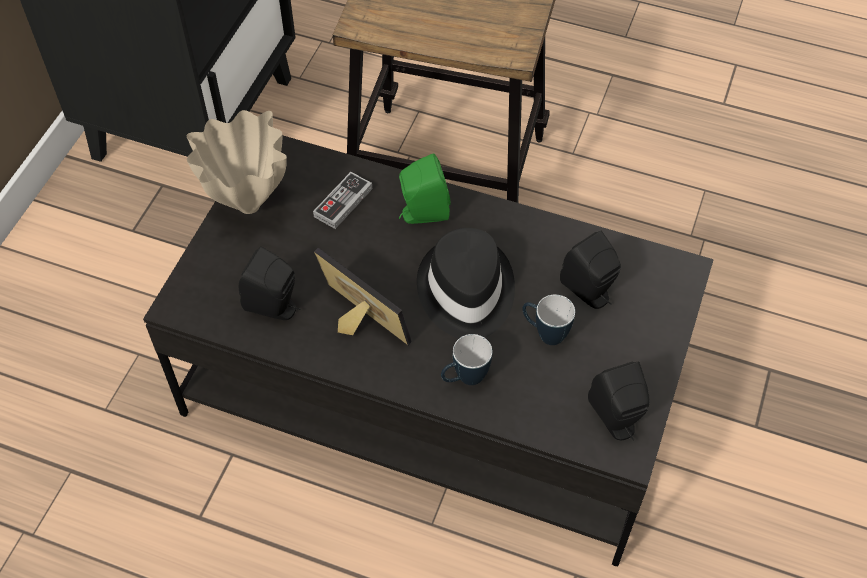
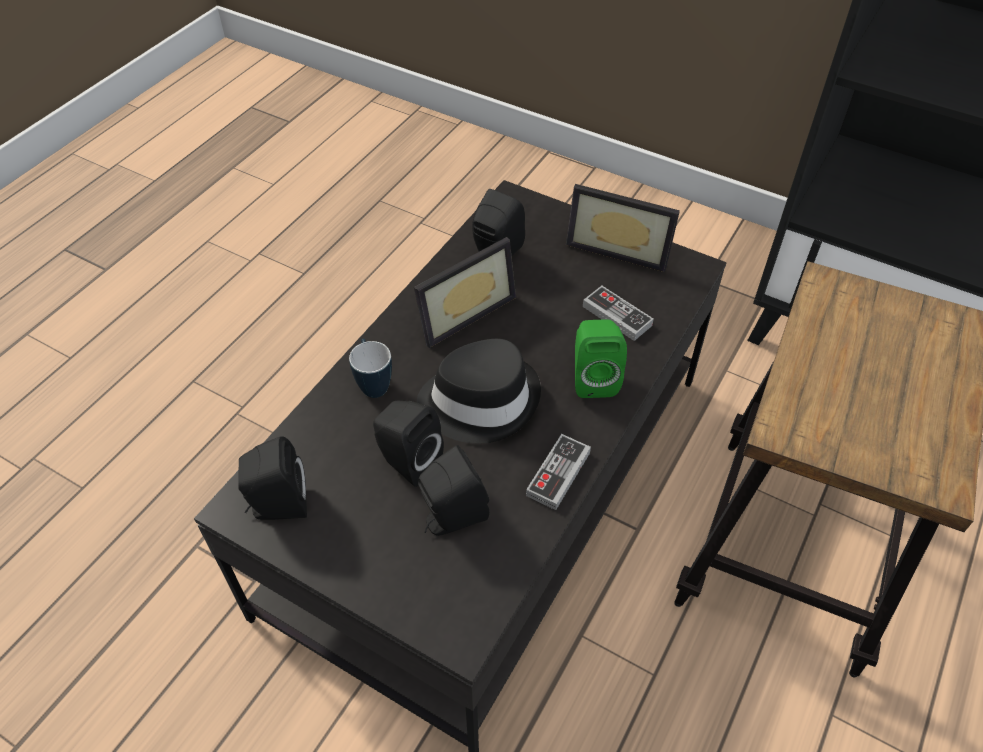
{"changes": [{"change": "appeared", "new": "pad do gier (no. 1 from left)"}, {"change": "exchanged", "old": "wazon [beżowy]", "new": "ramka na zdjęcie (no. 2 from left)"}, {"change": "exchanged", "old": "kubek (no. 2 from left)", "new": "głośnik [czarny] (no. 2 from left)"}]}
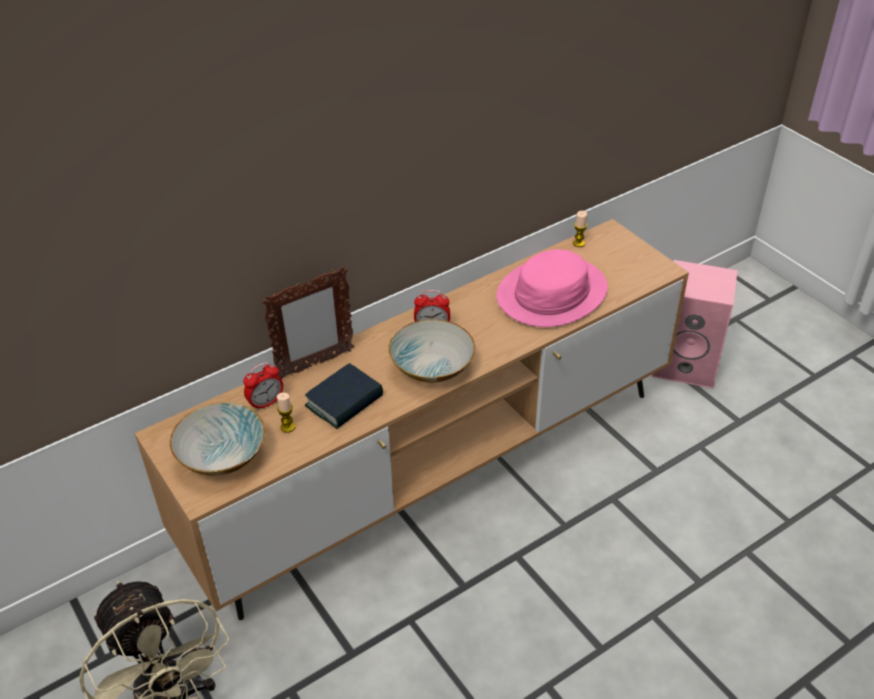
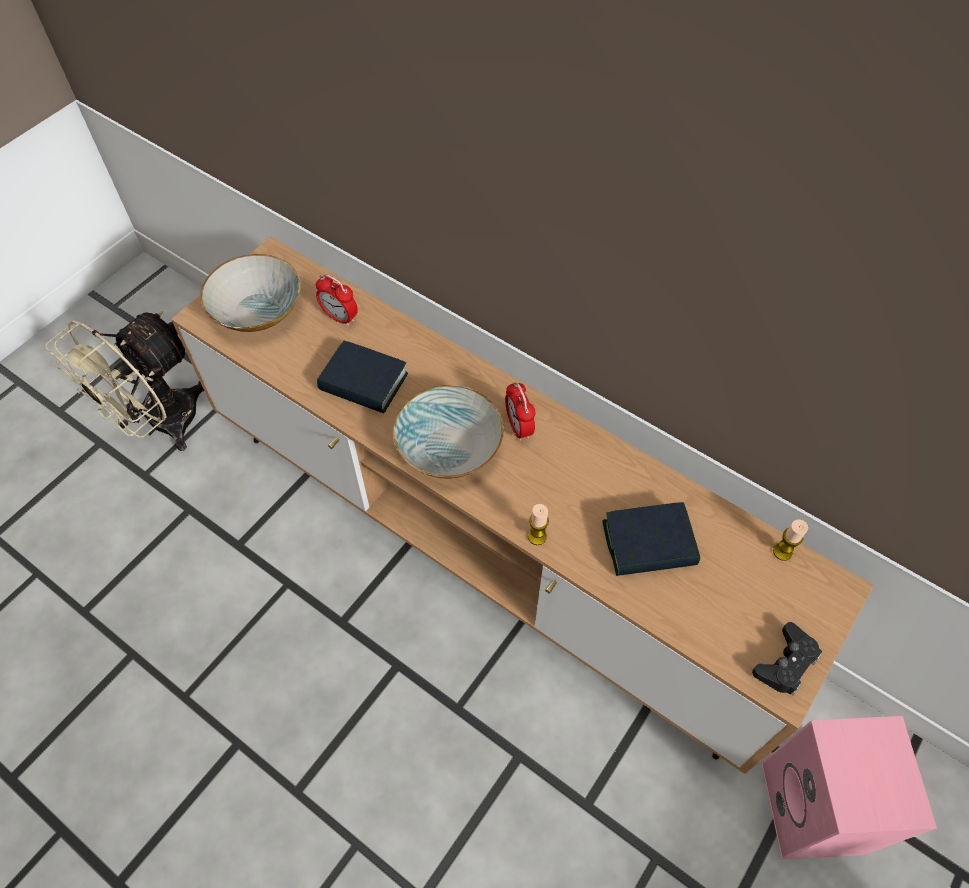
{"changes": [{"change": "missing", "old": "ramka na zdjęcie"}, {"change": "appeared", "new": "pad do gier [czarny]"}, {"change": "relocated", "old": "świeca (no. 1 from left)"}, {"change": "exchanged", "old": "kapelusz [różowy]", "new": "książka (no. 2 from left)"}]}
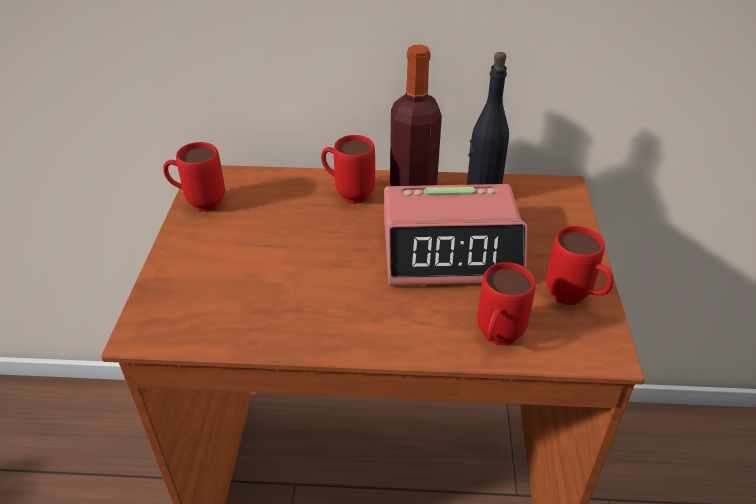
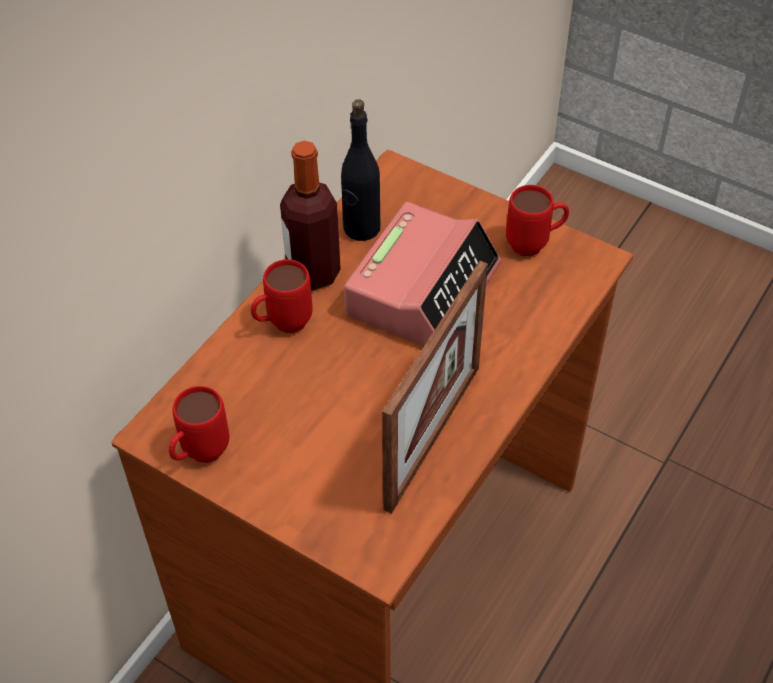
{"changes": [{"change": "missing", "old": "kubek [czerwony] (no. 3 from left)"}, {"change": "appeared", "new": "ramka na zdjęcie"}]}
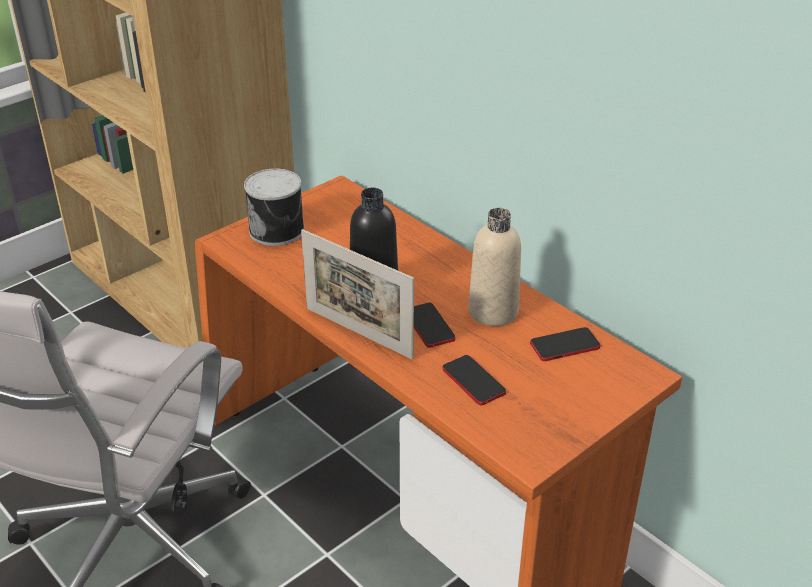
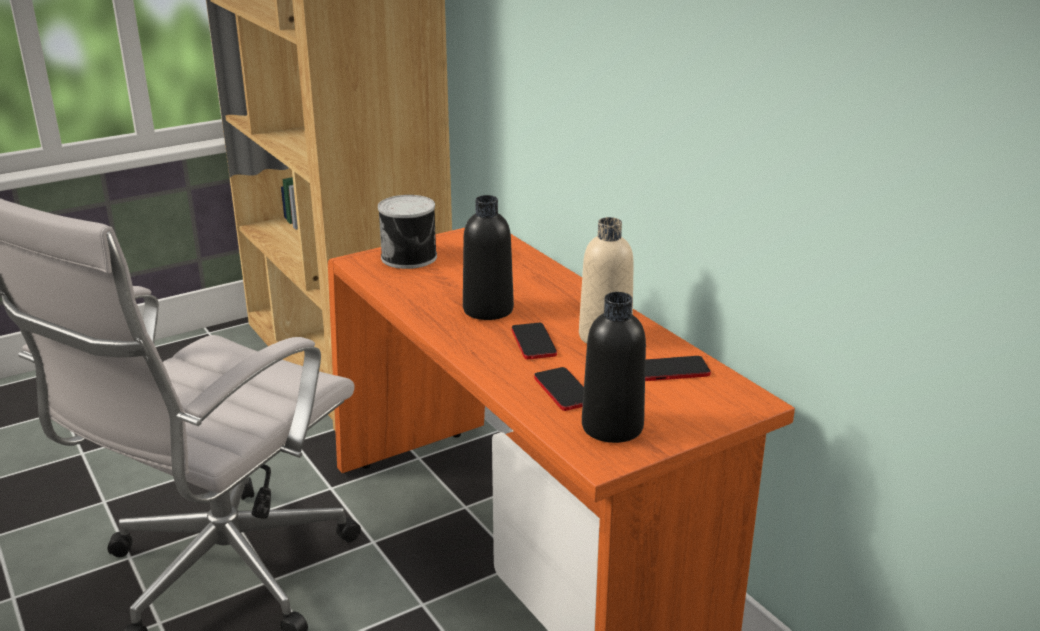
{"changes": [{"change": "missing", "old": "ramka na zdjęcie"}, {"change": "appeared", "new": "butelka [czarny] (no. 2 from left)"}]}
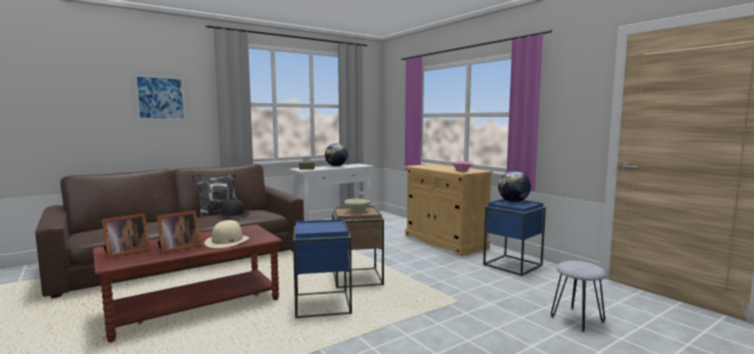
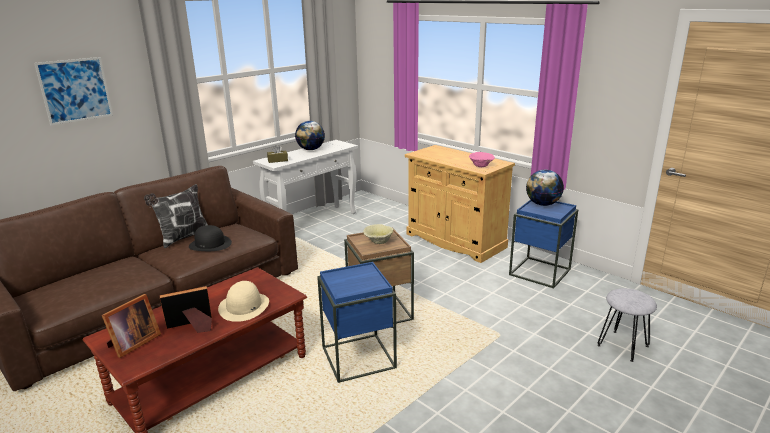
{"changes": [{"change": "spun", "old": "ramka na zdjęcie (no. 2 from left)", "degrees": -150}]}
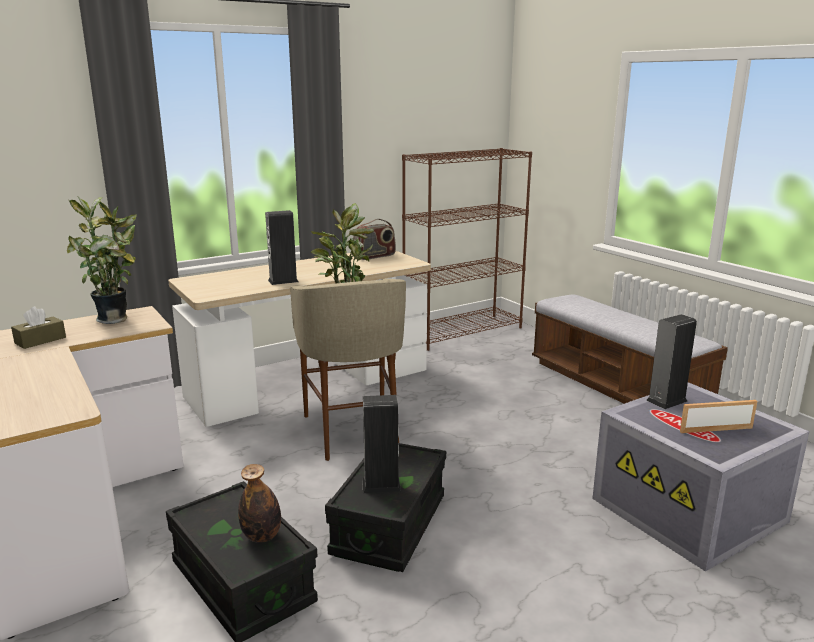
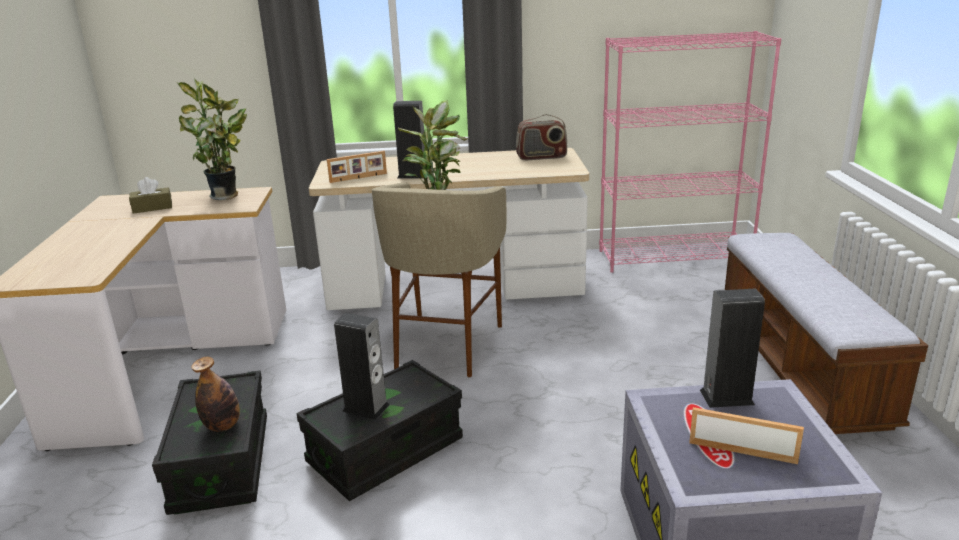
{"changes": [{"change": "appeared", "new": "ramka na zdjęcie (no. 1 from left)"}, {"change": "colour", "old": "regał [brązowy]", "new": "regał [różowy]"}]}
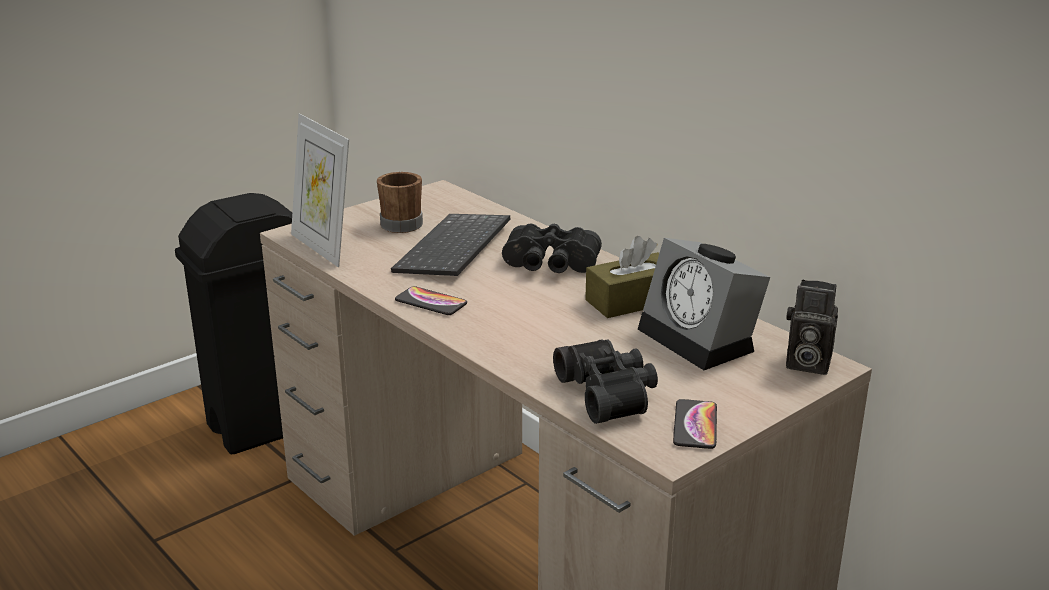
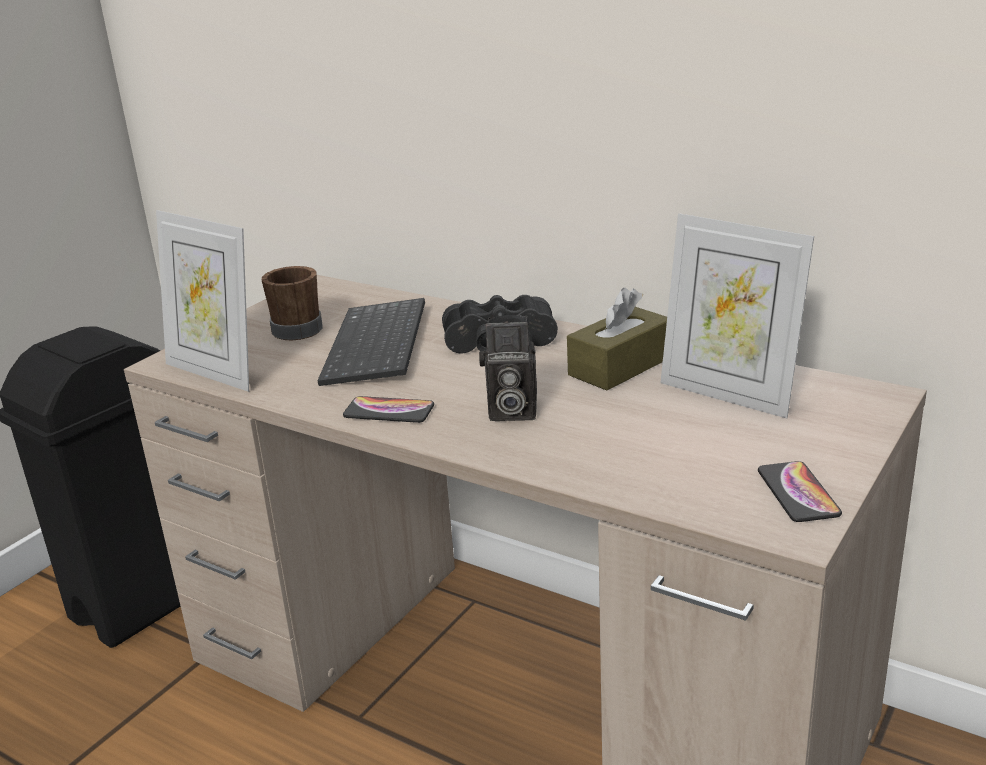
{"changes": [{"change": "missing", "old": "lornetka [czarny] (no. 2 from left)"}, {"change": "relocated", "old": "aparat fotograficzny"}, {"change": "exchanged", "old": "budzik", "new": "ramka na zdjęcie (no. 2 from left)"}]}
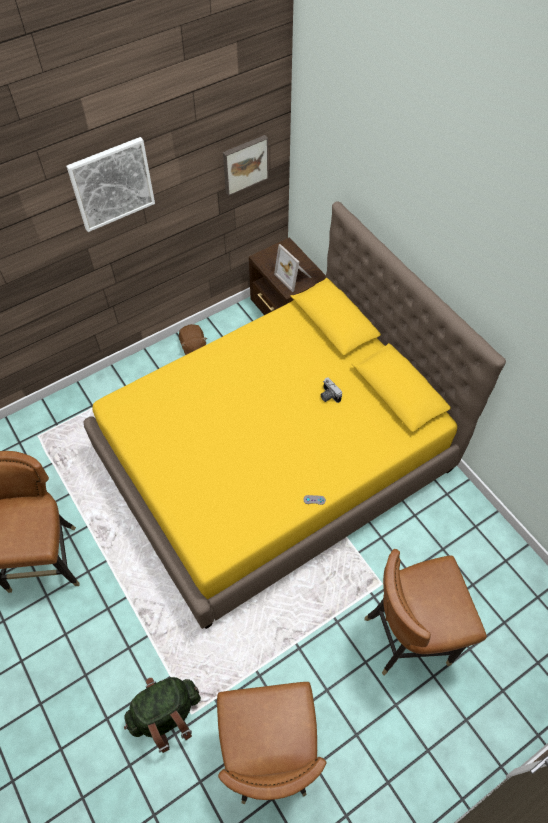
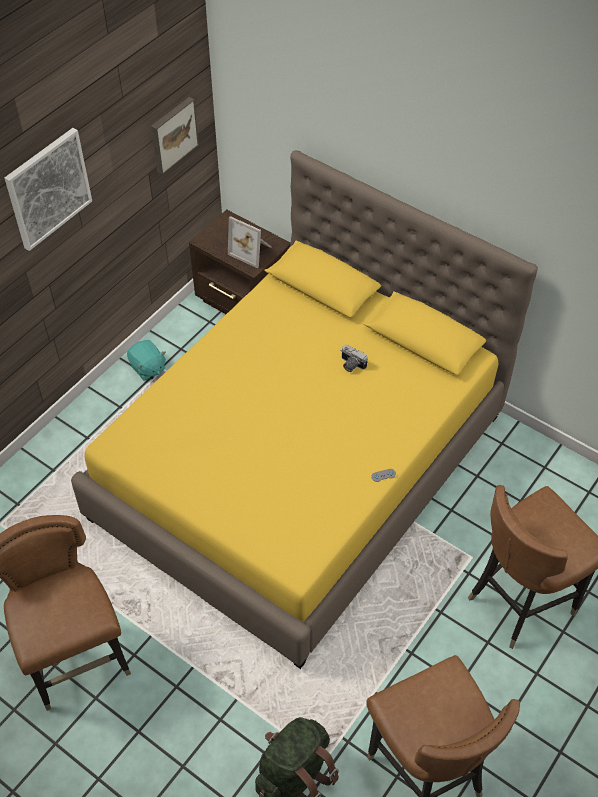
{"changes": [{"change": "colour", "old": "pluszak [brązowy]", "new": "pluszak [turkusowy]"}]}
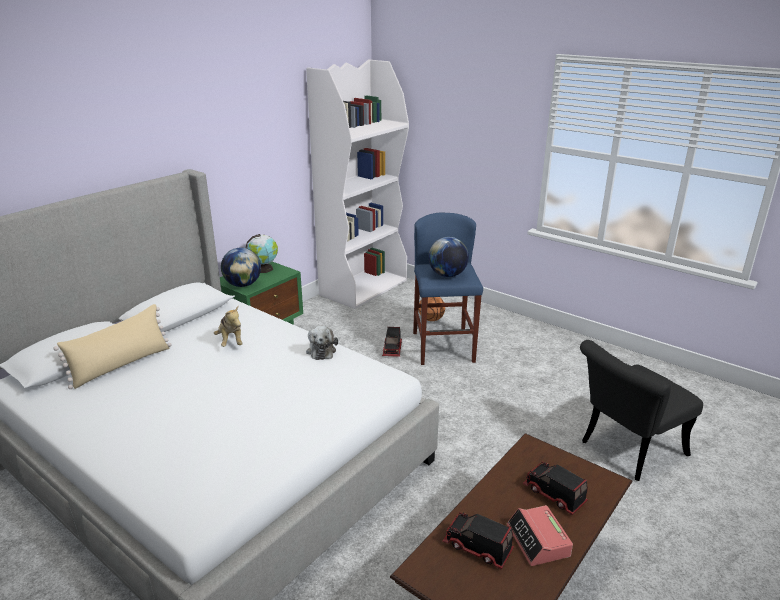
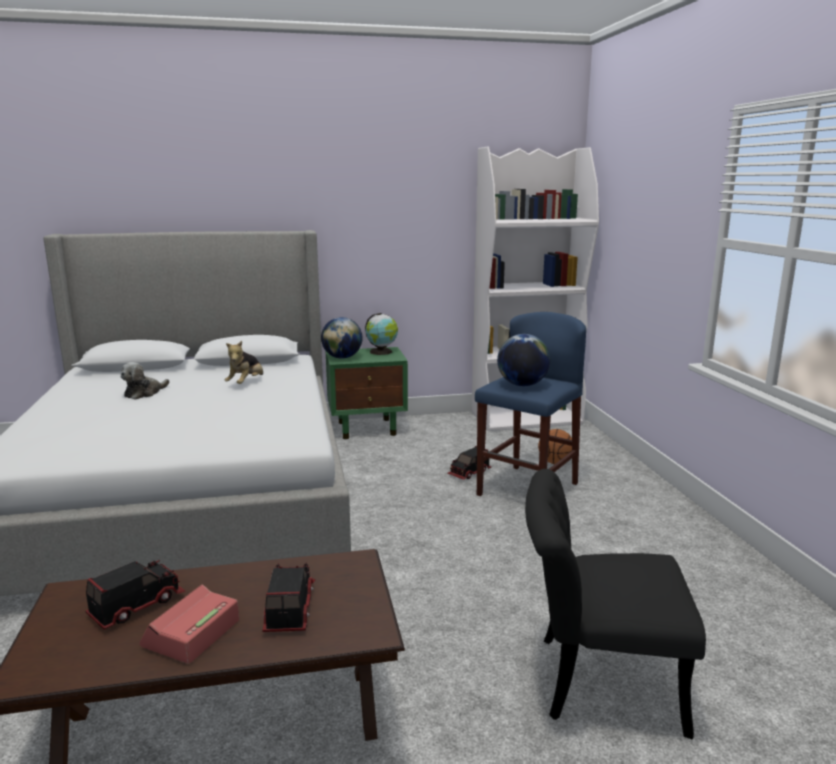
{"changes": [{"change": "missing", "old": "poduszka [beżowy]"}, {"change": "relocated", "old": "pluszak (no. 2 from left in the first image)", "new": "pluszak (no. 1 from left)"}, {"change": "spun", "old": "ciężarówka zabawkowa (no. 2 from left in the first image)", "degrees": 60}]}
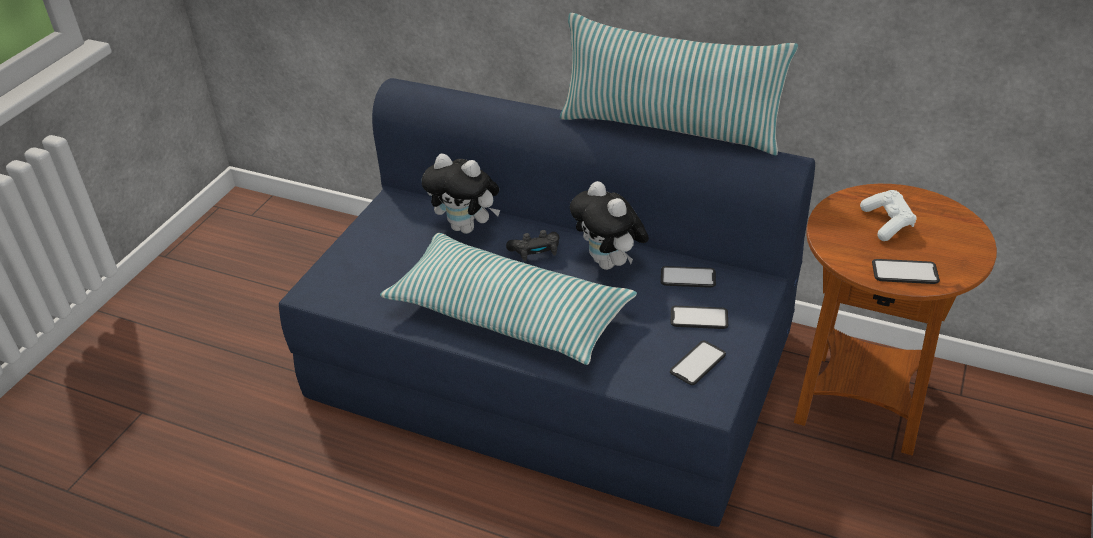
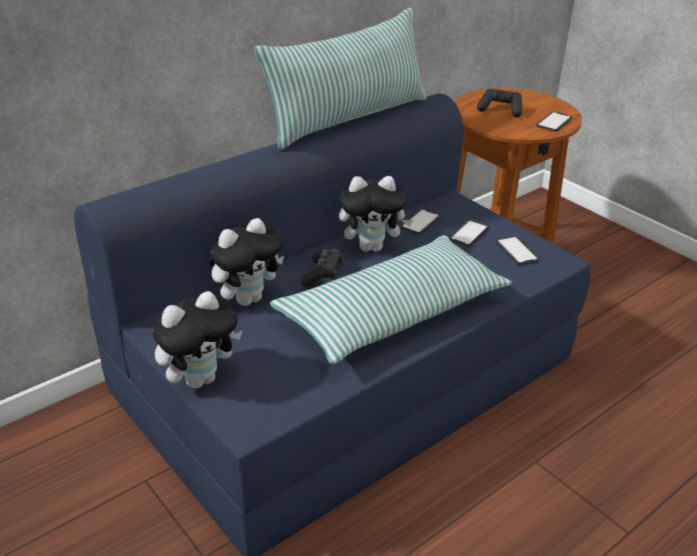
{"changes": [{"change": "appeared", "new": "pluszak (no. 1 from left)"}, {"change": "colour", "old": "pad do gier [biały]", "new": "pad do gier [czarny] (no. 2 from left)"}]}
